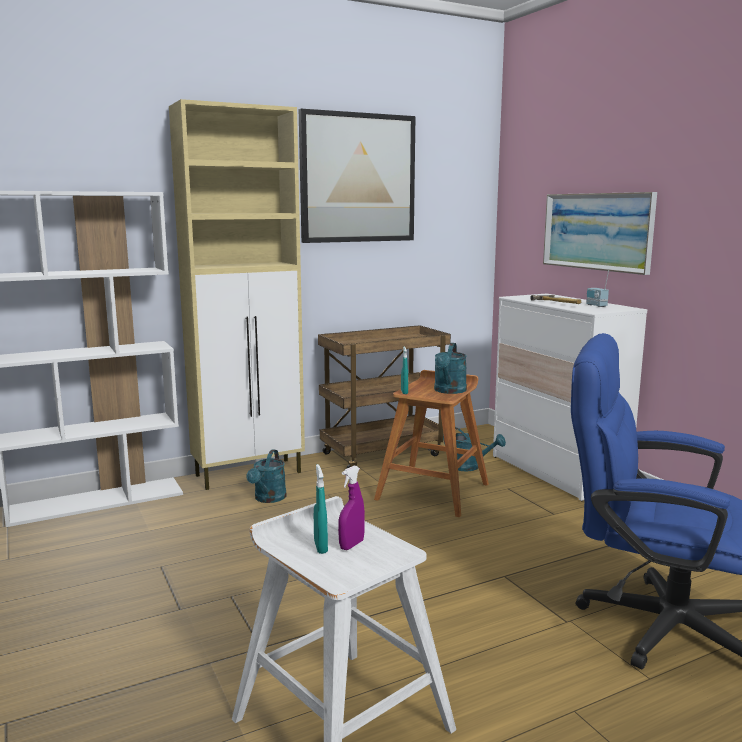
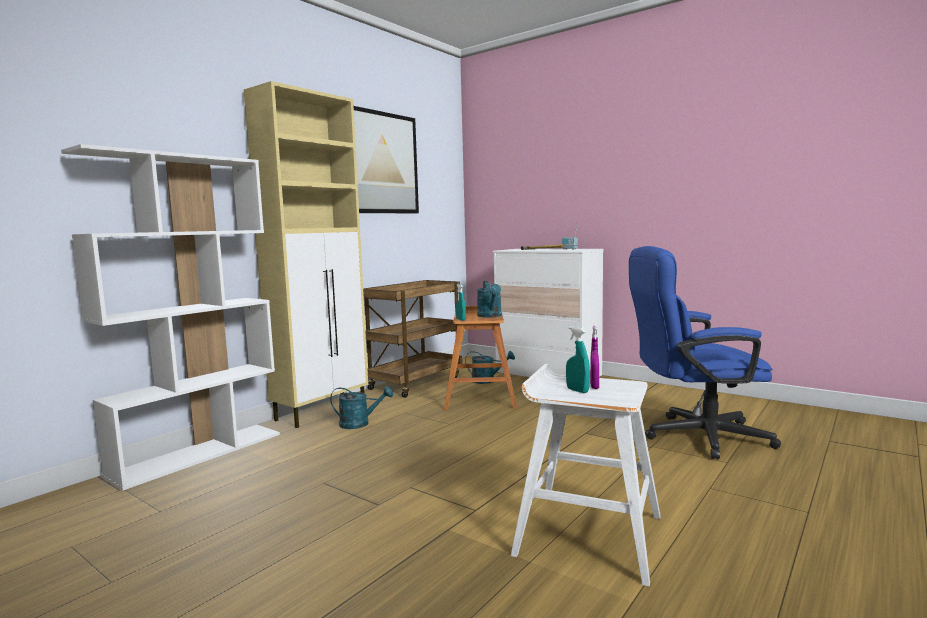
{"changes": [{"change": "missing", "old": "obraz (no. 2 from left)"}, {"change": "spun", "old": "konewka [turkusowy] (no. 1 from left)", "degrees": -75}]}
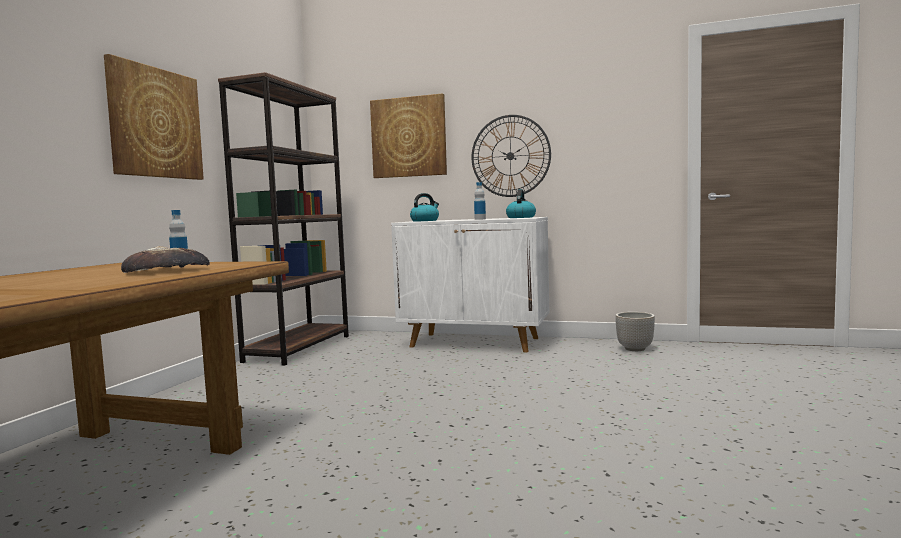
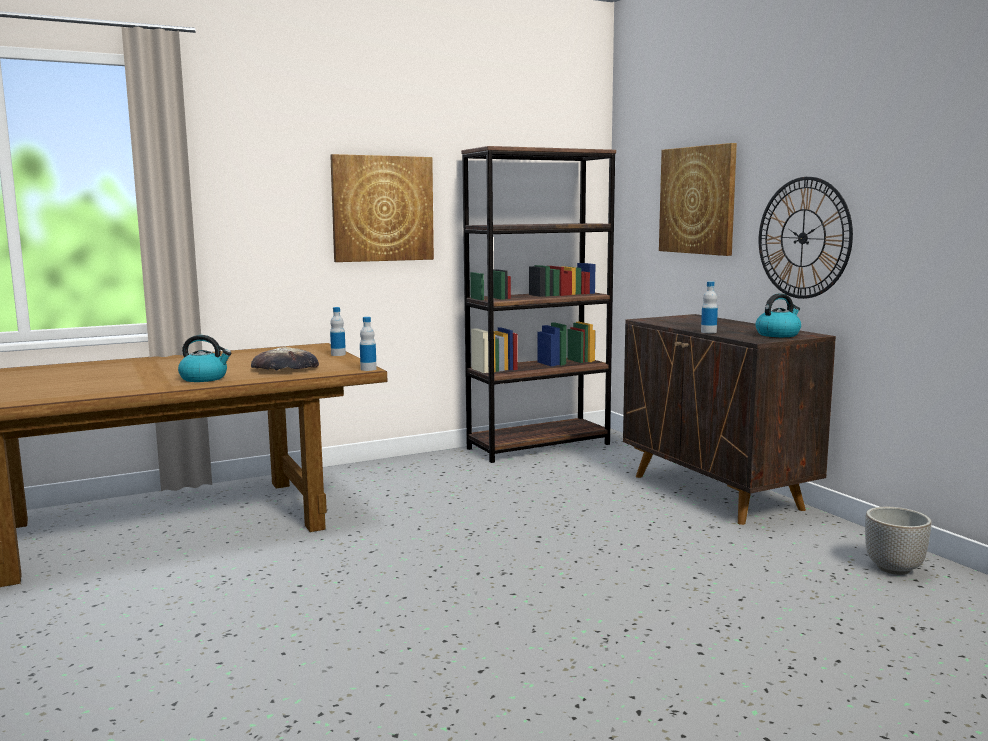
{"changes": [{"change": "appeared", "new": "butelka (no. 2 from left)"}, {"change": "relocated", "old": "czajnik (no. 1 from left)"}, {"change": "colour", "old": "szafka [biały]", "new": "szafka [brązowy]"}]}
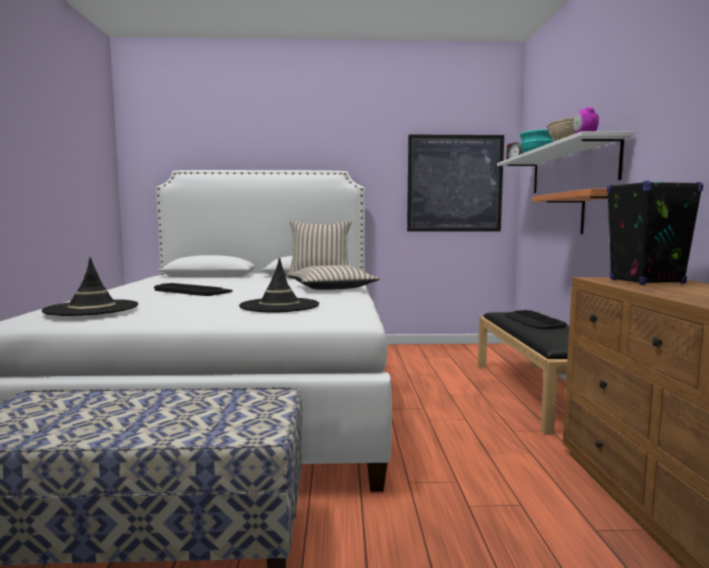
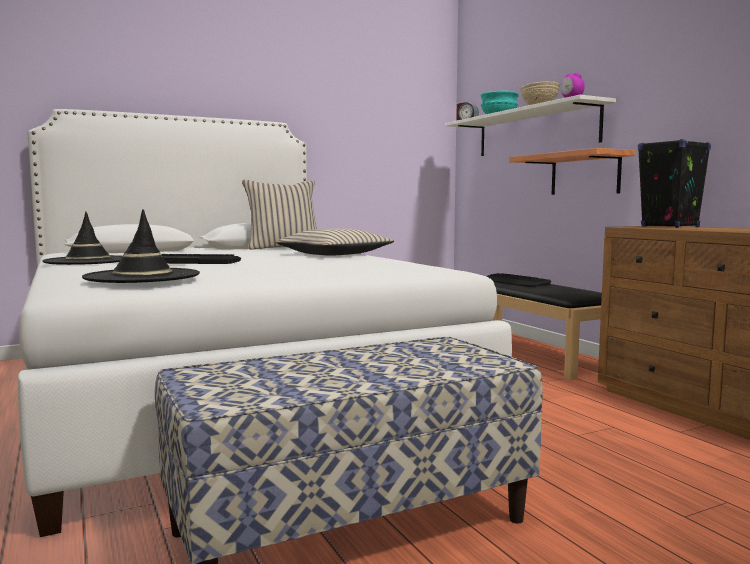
{"changes": [{"change": "missing", "old": "obraz"}, {"change": "relocated", "old": "kapelusz [czarny] (no. 2 from left in the first image)", "new": "kapelusz [czarny] (no. 1 from left)"}]}
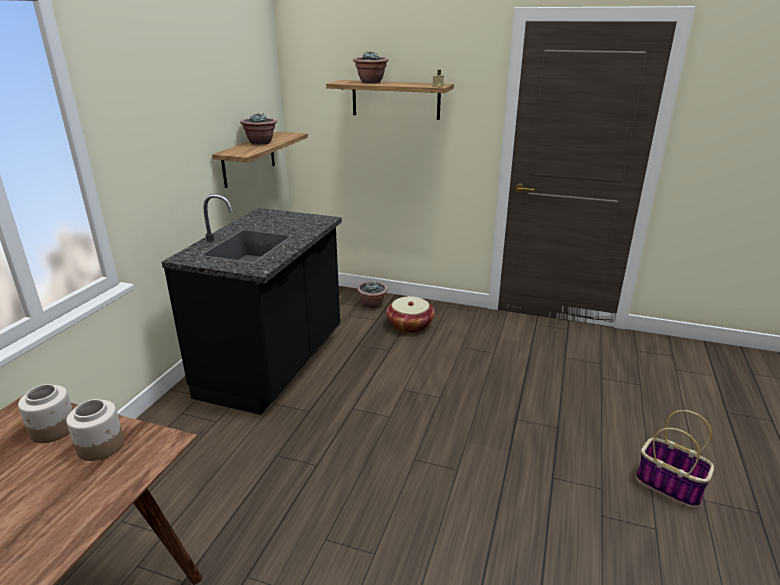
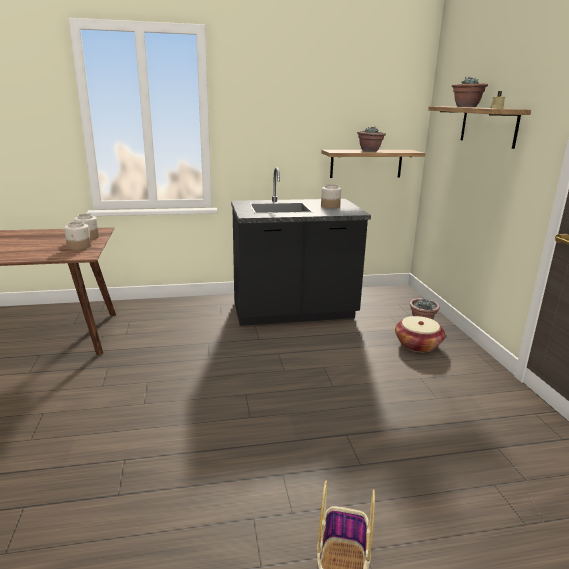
{"changes": [{"change": "appeared", "new": "słoik (no. 3 from left)"}]}
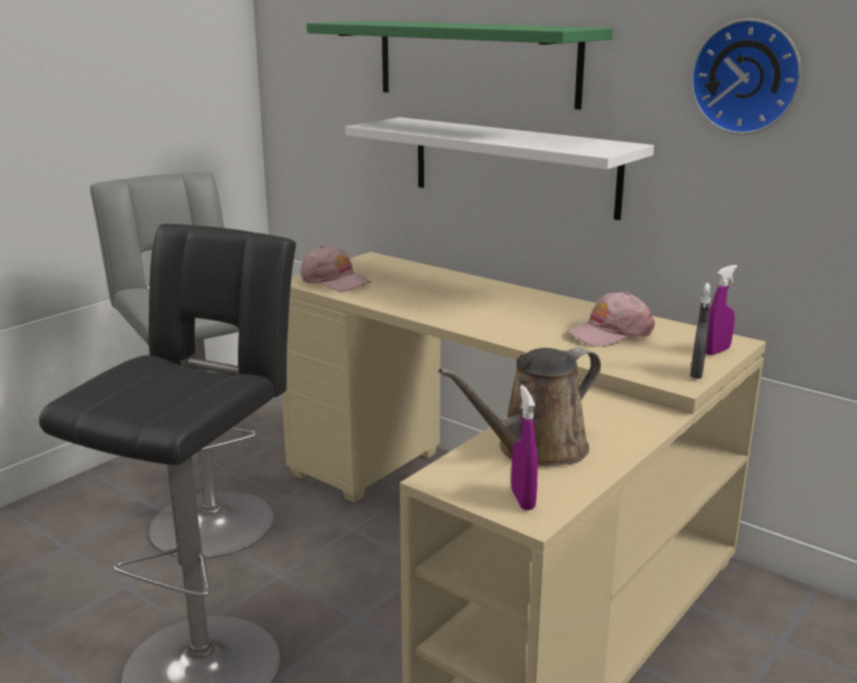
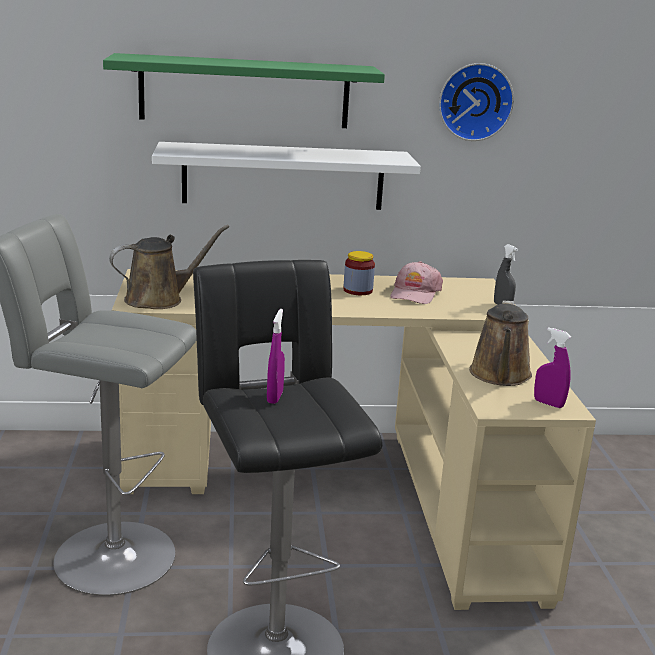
{"changes": [{"change": "appeared", "new": "słoik"}, {"change": "relocated", "old": "spryskiwacz [fioletowy] (no. 2 from left in the first image)", "new": "spryskiwacz [fioletowy] (no. 1 from left)"}, {"change": "exchanged", "old": "czapka z daszkiem [różowy] (no. 1 from left)", "new": "konewka [brązowy] (no. 1 from left)"}]}
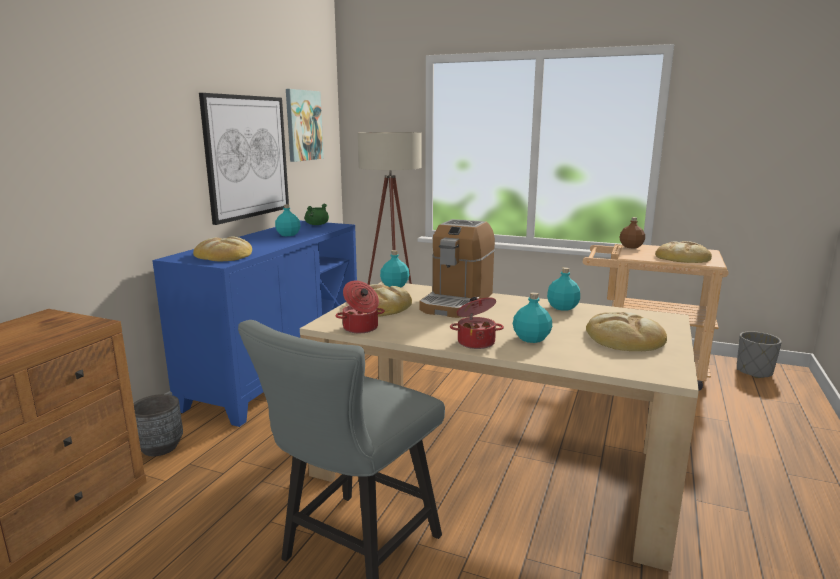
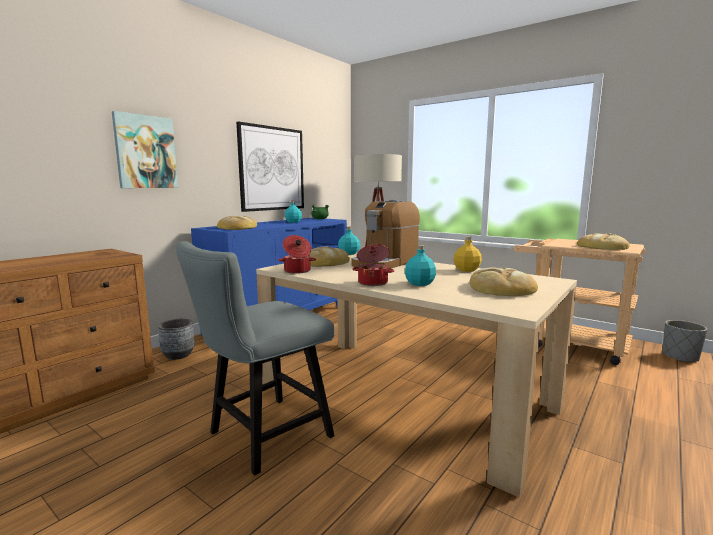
{"changes": [{"change": "missing", "old": "butelka [brązowy]"}, {"change": "relocated", "old": "obraz (no. 2 from left in the first image)", "new": "obraz (no. 1 from left)"}, {"change": "colour", "old": "butelka [turkusowy] (no. 4 from left)", "new": "butelka [żółty]"}]}
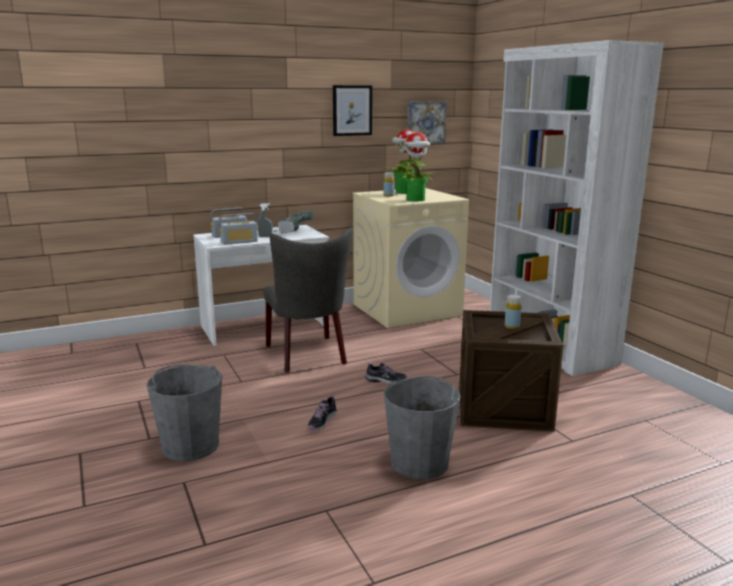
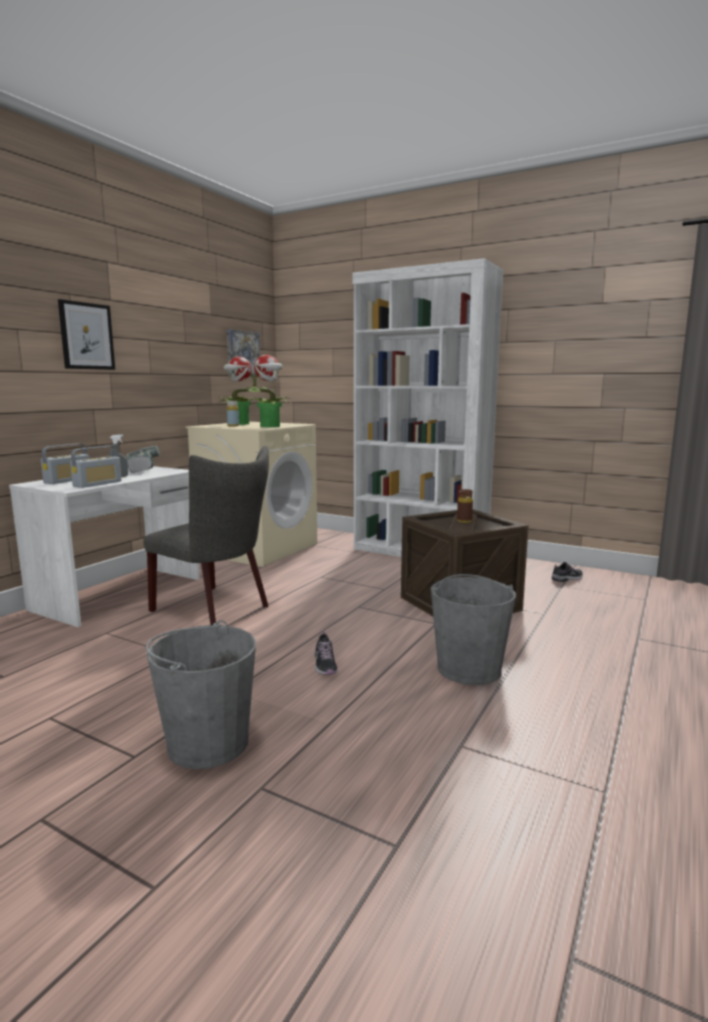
{"changes": [{"change": "relocated", "old": "obraz (no. 1 from left)"}, {"change": "relocated", "old": "but (no. 2 from left)"}, {"change": "colour", "old": "butelka [żółty] (no. 2 from left)", "new": "butelka [brązowy]"}]}
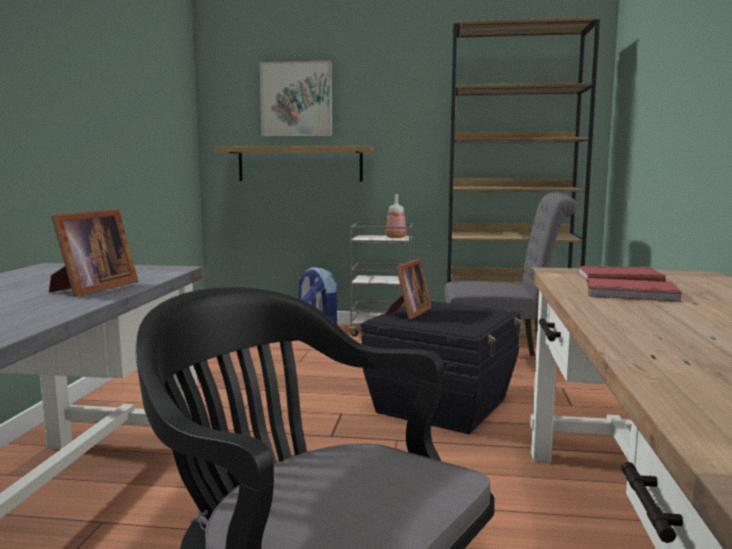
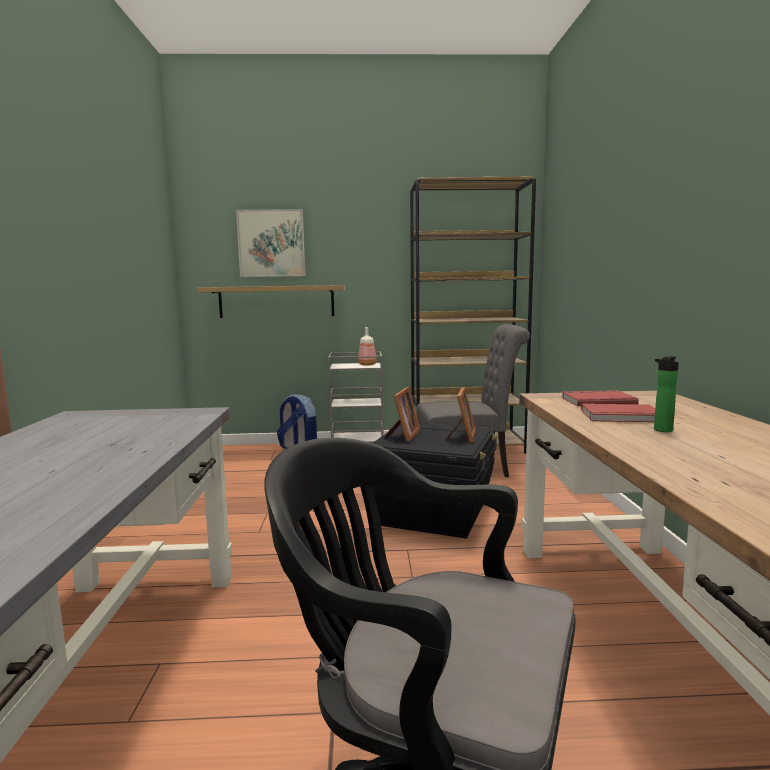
{"changes": [{"change": "appeared", "new": "butelka (no. 2 from left)"}, {"change": "relocated", "old": "ramka na zdjęcie (no. 1 from left in the first image)", "new": "ramka na zdjęcie (no. 2 from left)"}]}
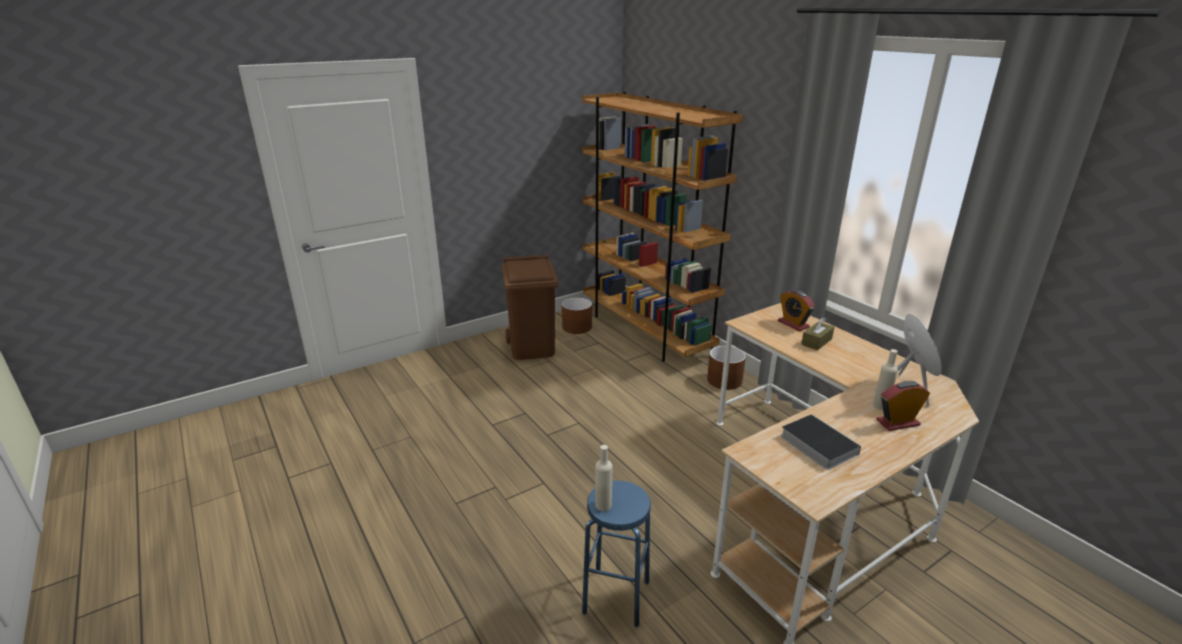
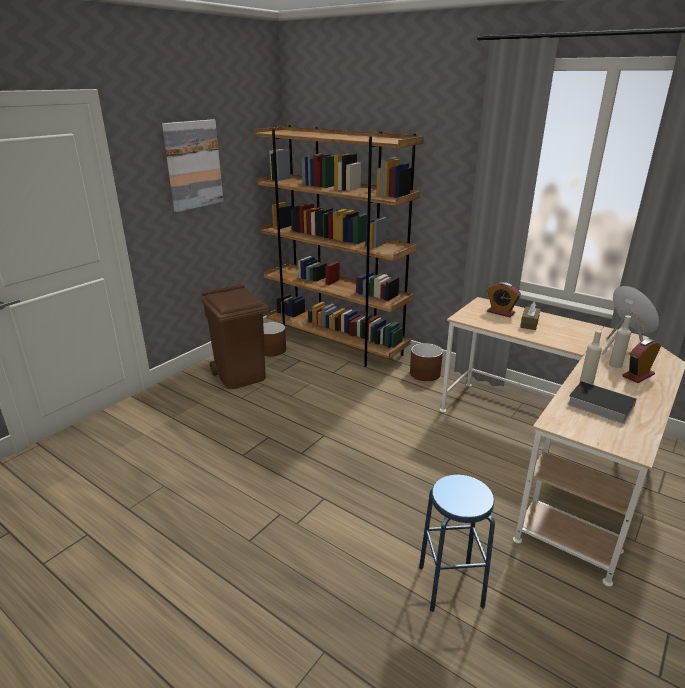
{"changes": [{"change": "appeared", "new": "obraz"}, {"change": "relocated", "old": "butelka [beżowy] (no. 1 from left)"}]}
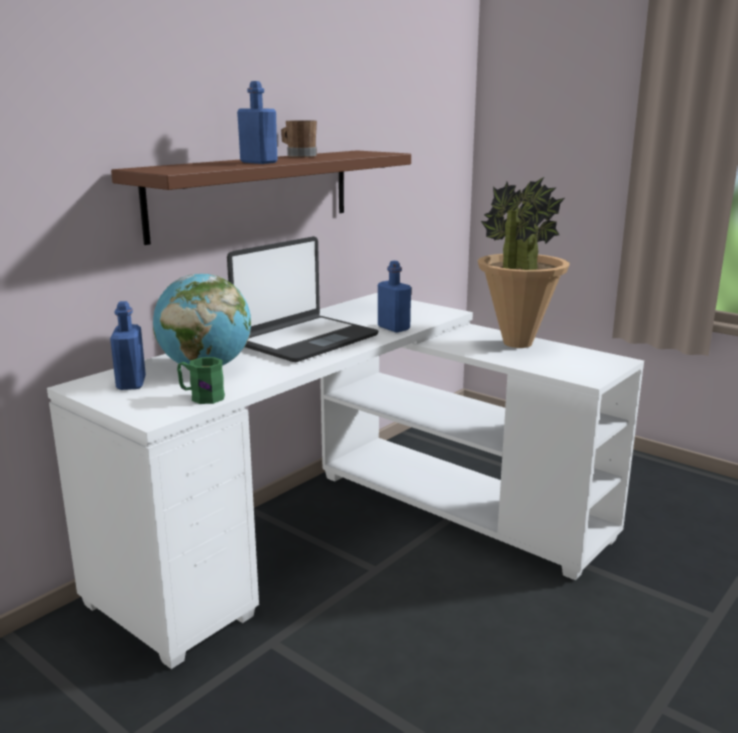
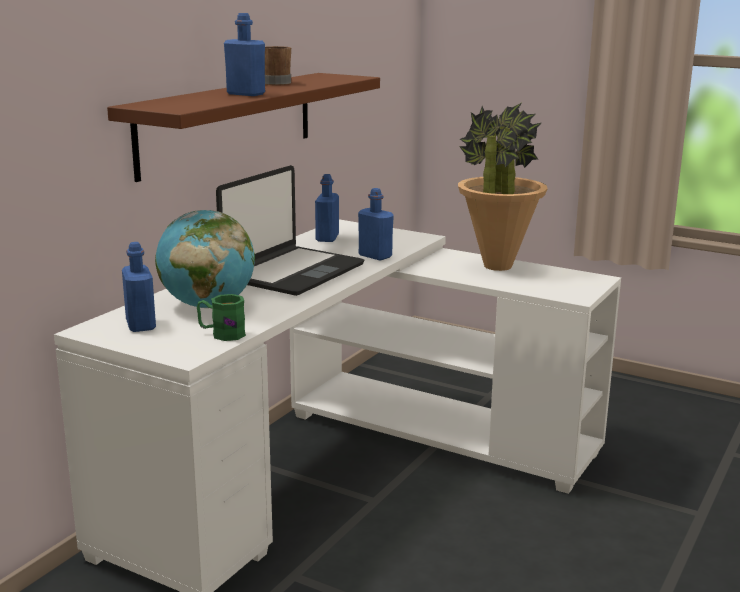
{"changes": [{"change": "appeared", "new": "butelka [niebieski] (no. 3 from left)"}]}
